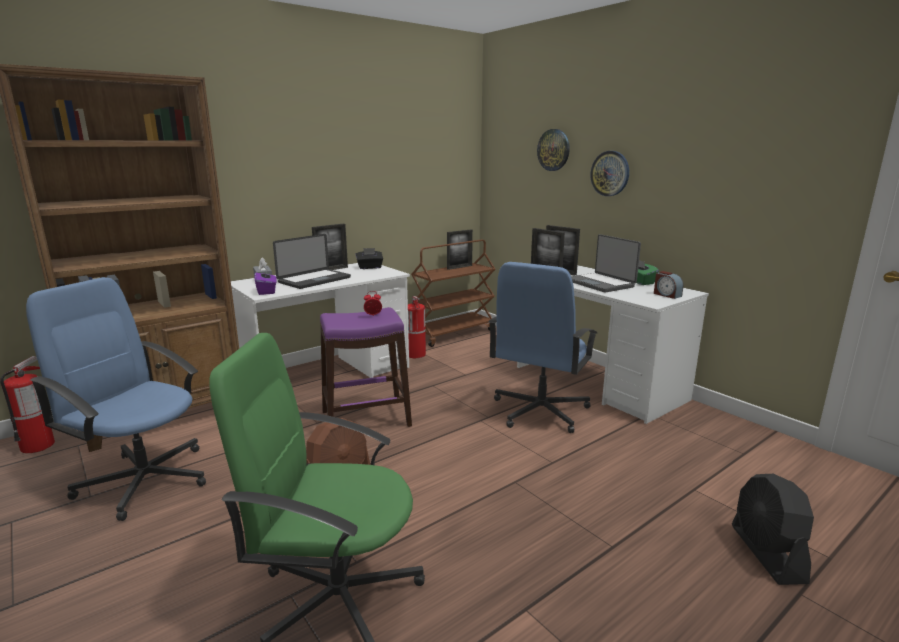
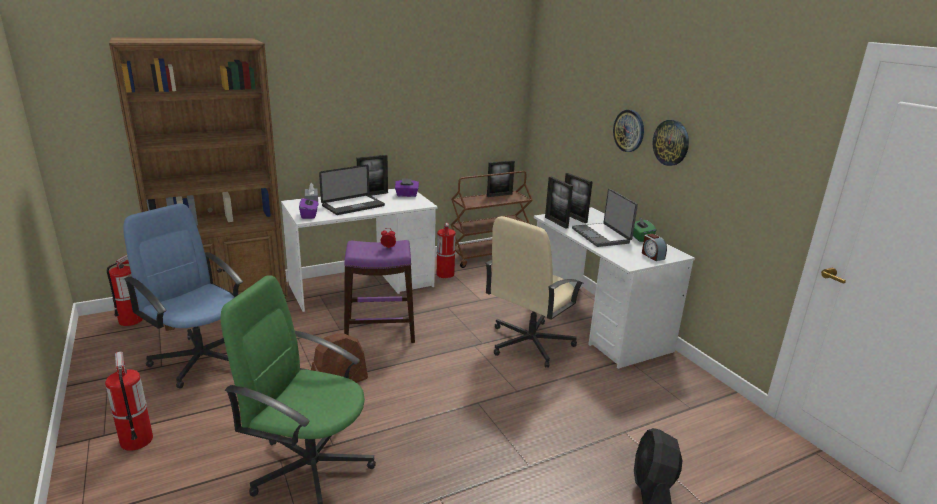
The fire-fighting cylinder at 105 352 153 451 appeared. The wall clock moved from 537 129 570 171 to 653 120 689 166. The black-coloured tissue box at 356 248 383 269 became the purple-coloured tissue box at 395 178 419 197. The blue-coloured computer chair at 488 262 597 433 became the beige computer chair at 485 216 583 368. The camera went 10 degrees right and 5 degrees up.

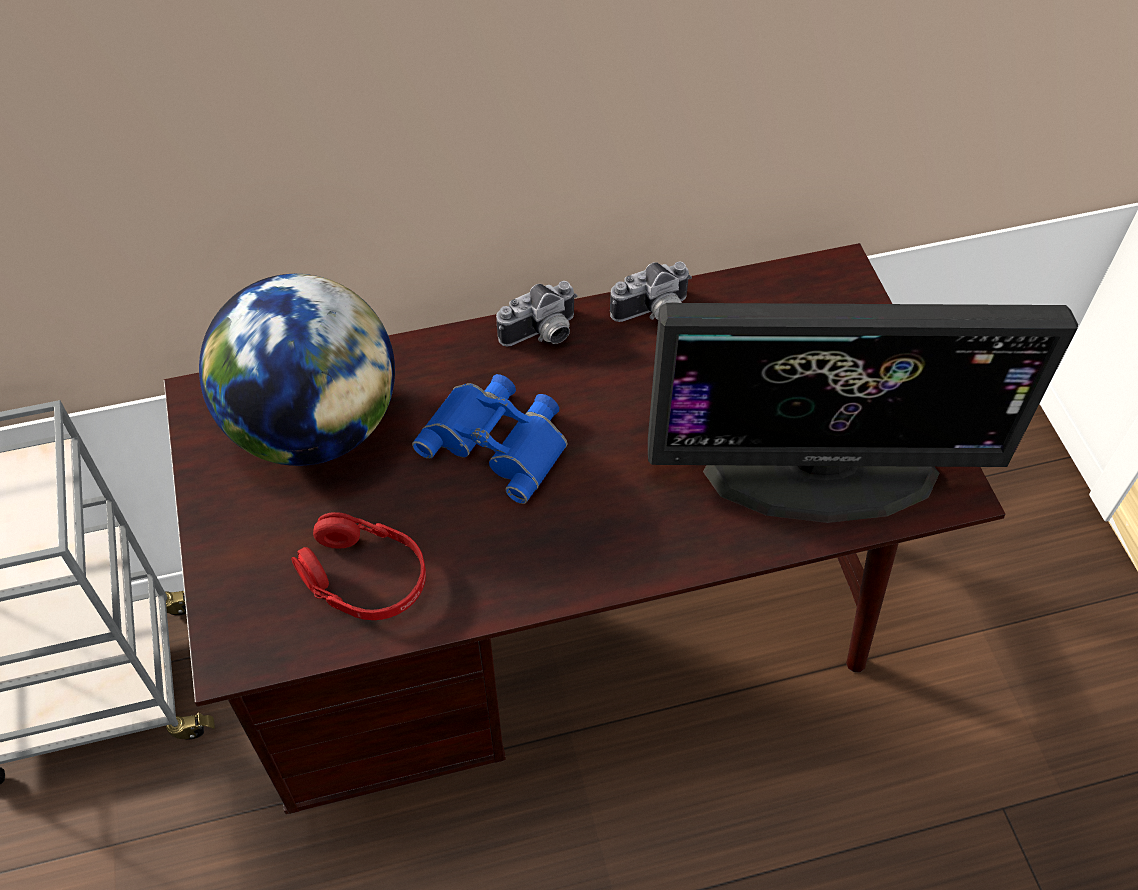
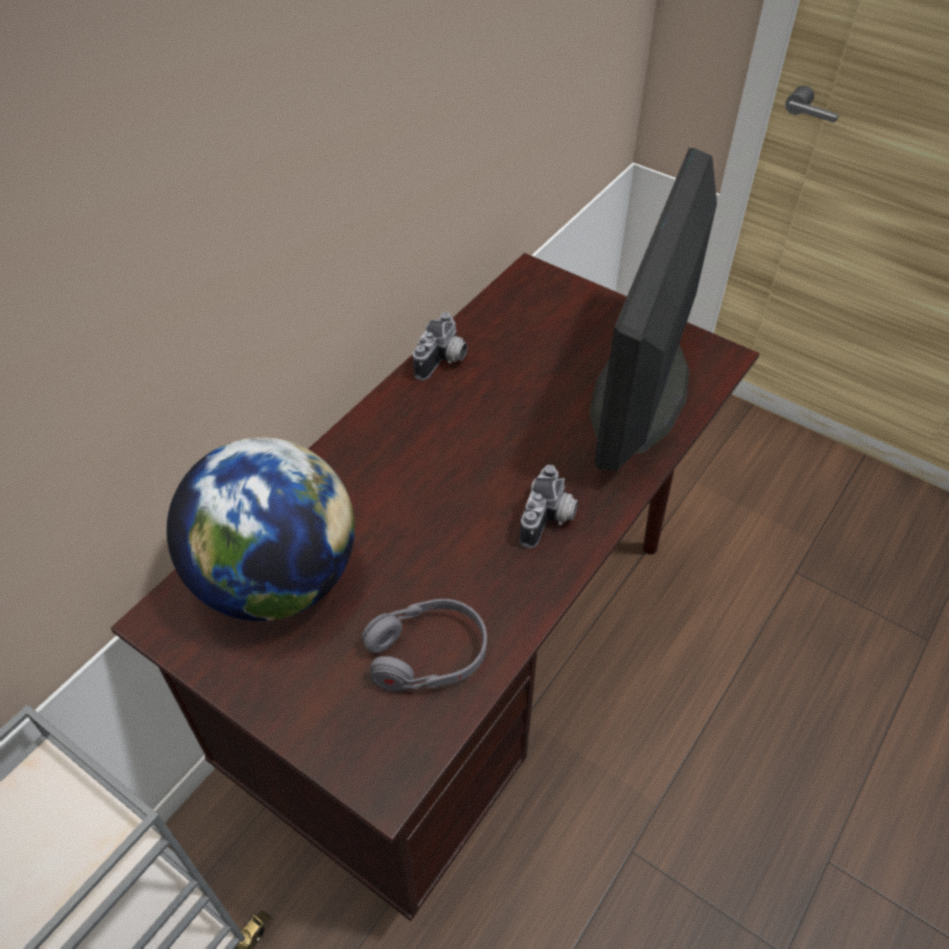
The blue-coloured field glasses at 412 374 567 504 disappeared. The still camera moved from 496 281 578 347 to 520 465 578 548. The red headset at 291 512 426 620 became the grey headset at 362 599 487 692. The computer screen at 648 303 1078 523 turned 150 degrees clockwise. The camera went 40 degrees left and 5 degrees down.

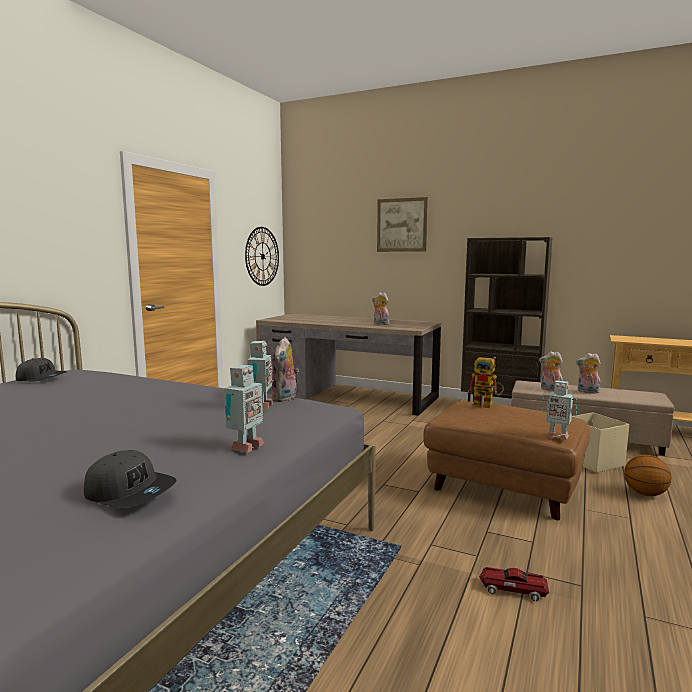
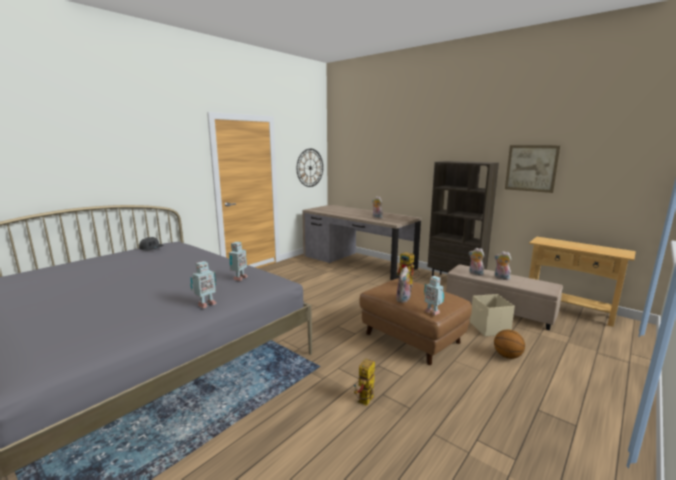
The grey baseball cap at 84 450 176 508 disappeared. The soft toy moved from 272 337 299 402 to 396 266 413 303. The wall picture moved from 377 197 428 252 to 505 145 561 193. The toy car at 479 567 549 601 was replaced by the model robot at 354 358 375 406. The camera went 15 degrees right and 5 degrees up.

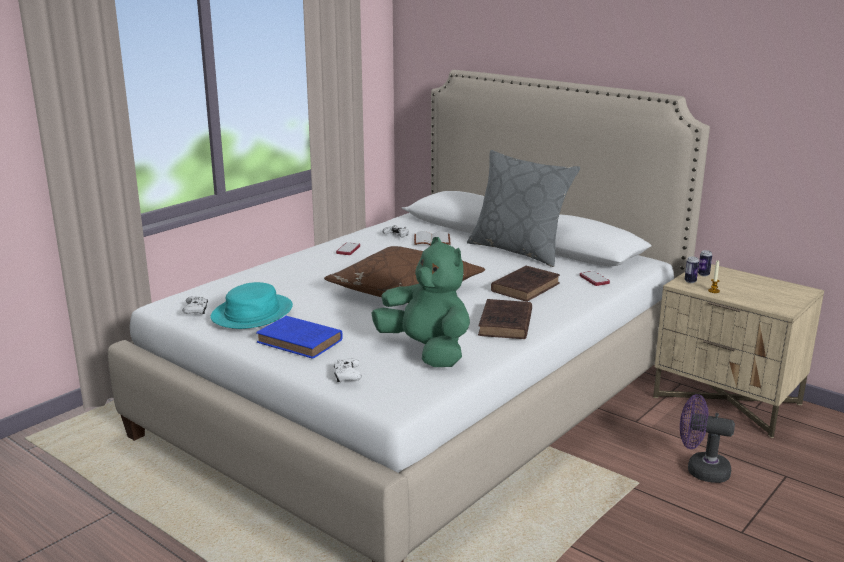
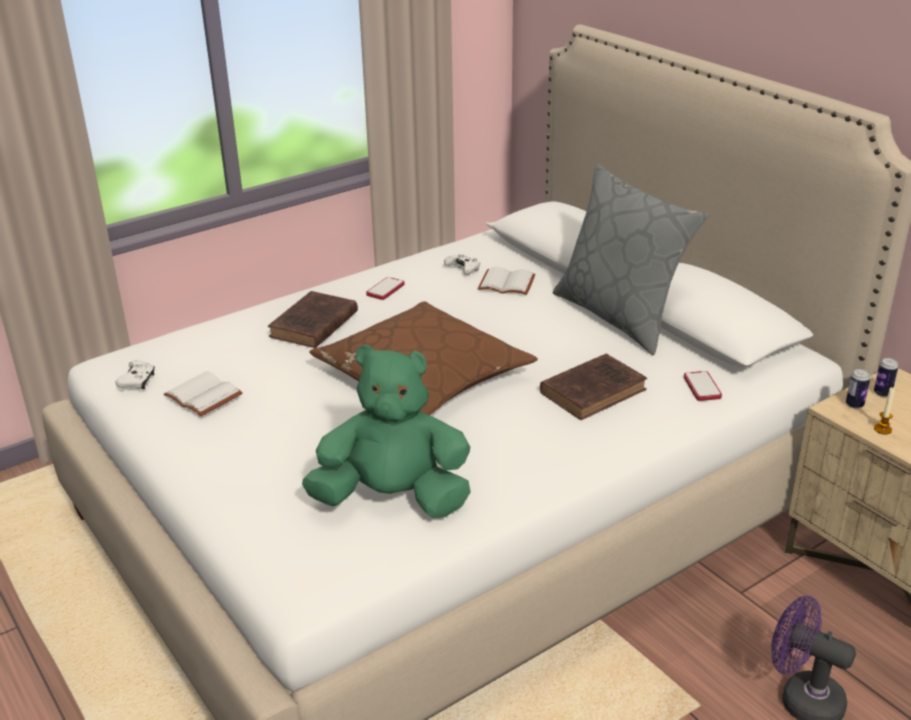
The blue-coloured bound book at 256 316 343 359 disappeared. The white-coloured joypad at 334 358 362 382 disappeared. The brown bound book moved from 478 299 532 339 to 268 291 358 348. The turquoise-coloured clothing hat at 210 282 293 329 was replaced by the white-coloured bound book at 163 371 243 416. The greenish soft toy at 372 237 470 367 turned 60 degrees counterclockwise. The camera went 15 degrees right and 10 degrees up.

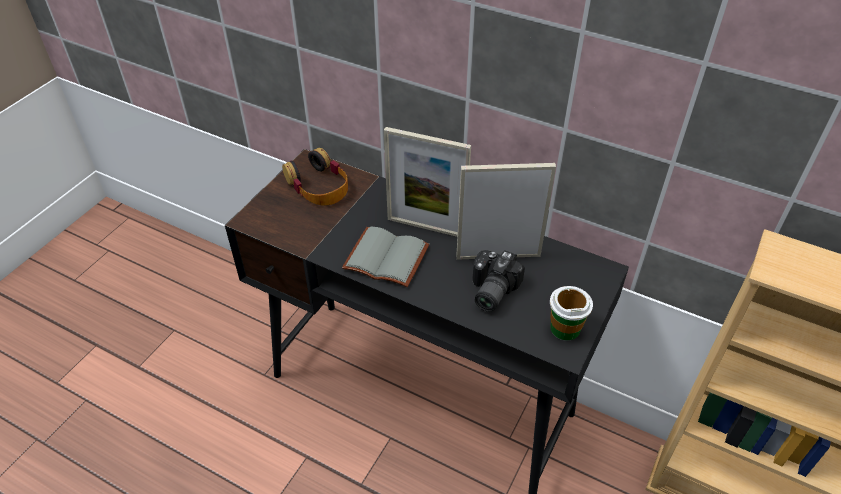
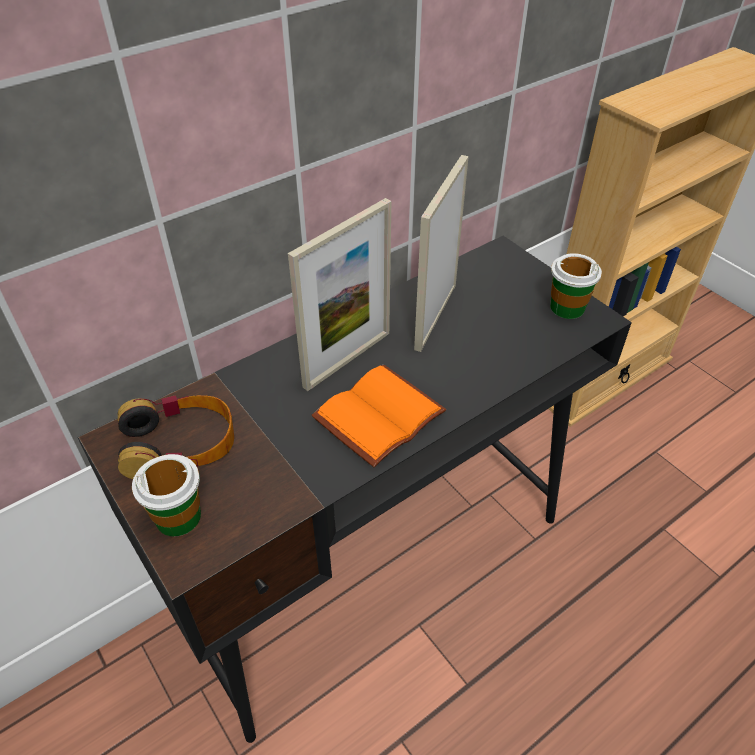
The still camera at 472 250 525 312 disappeared. The drinking cup at 132 454 201 536 appeared. The grey bound book at 342 226 429 287 became the orange bound book at 312 364 446 467. The camera went 65 degrees left and 0 degrees up.

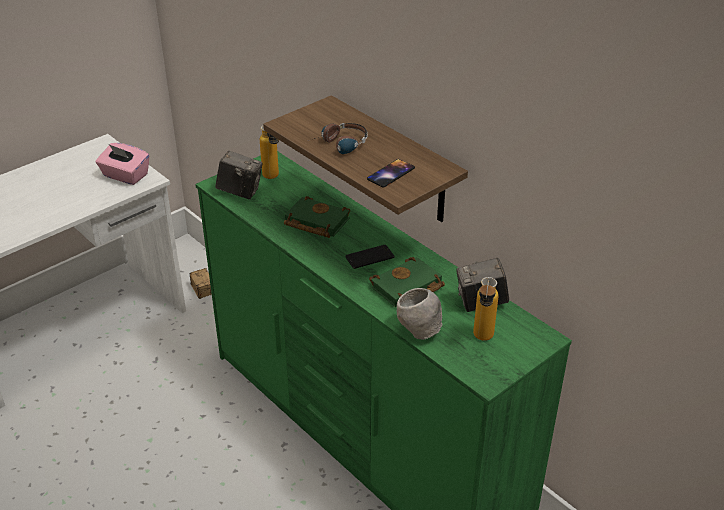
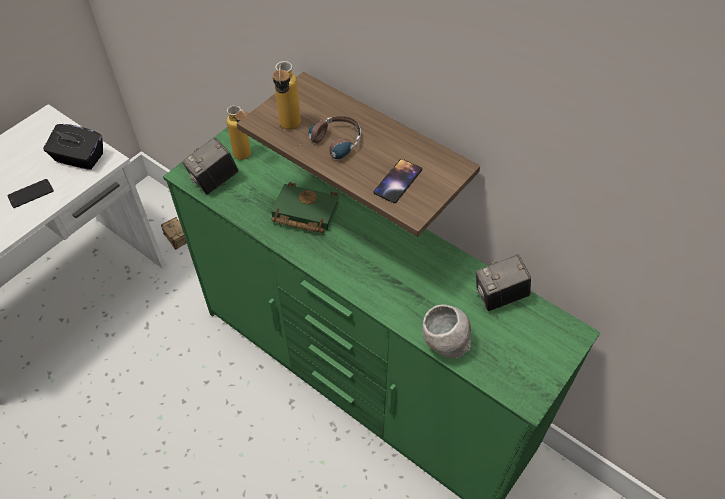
The greenish bound book at 369 257 445 307 disappeared. The phone moved from 345 245 395 269 to 8 179 54 208. The bottle moved from 473 277 499 341 to 273 61 301 130. The pinkish tissue box at 96 143 149 185 became the black-coloured tissue box at 43 124 103 170. The still camera at 215 151 262 199 turned 135 degrees clockwise. The camera went 10 degrees left and 15 degrees up.

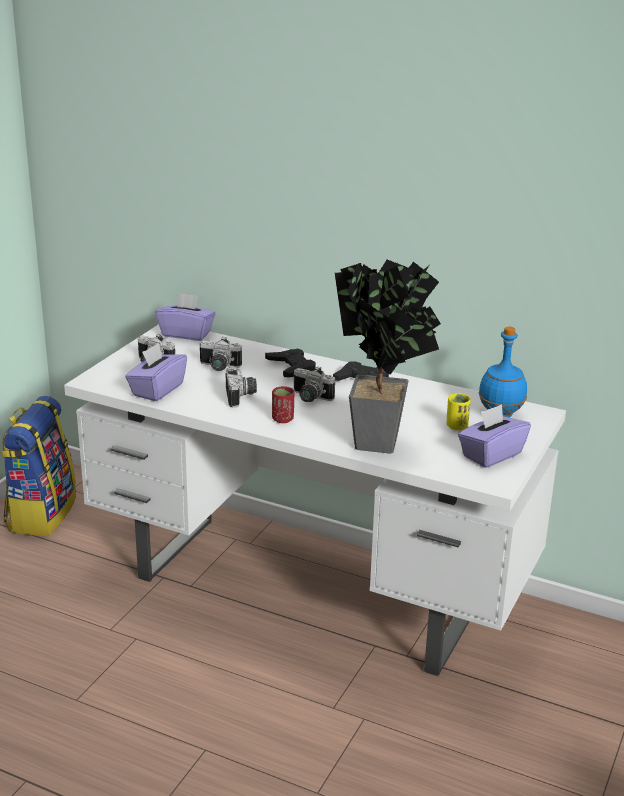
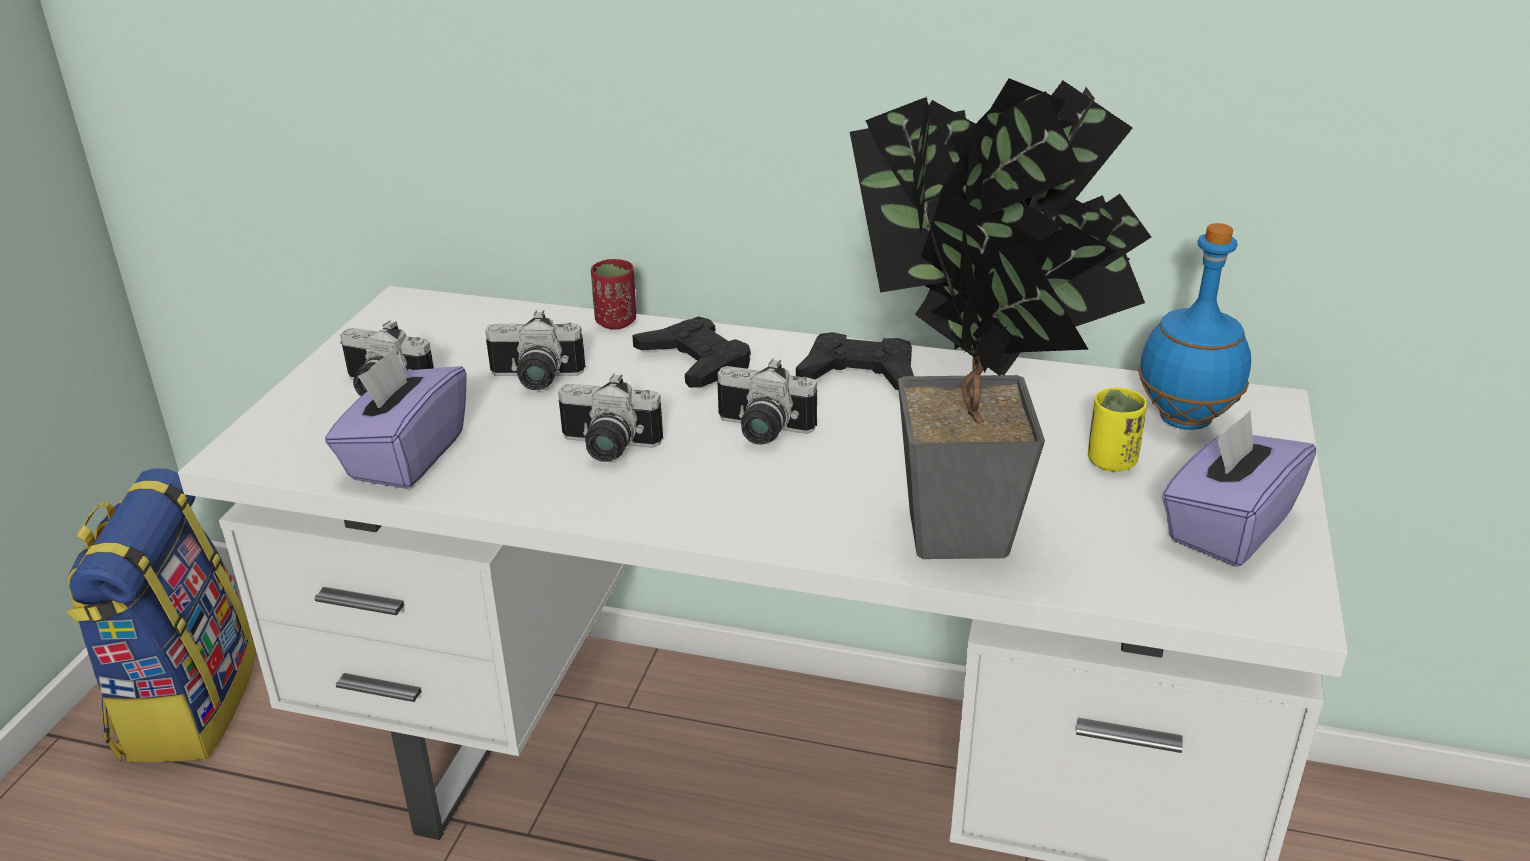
The purple-coloured tissue box at 155 293 216 341 disappeared. The red drinking cup moved from 272 386 294 423 to 591 259 636 329. The still camera at 226 366 257 407 turned 120 degrees clockwise. The camera went 10 degrees left and 5 degrees up.

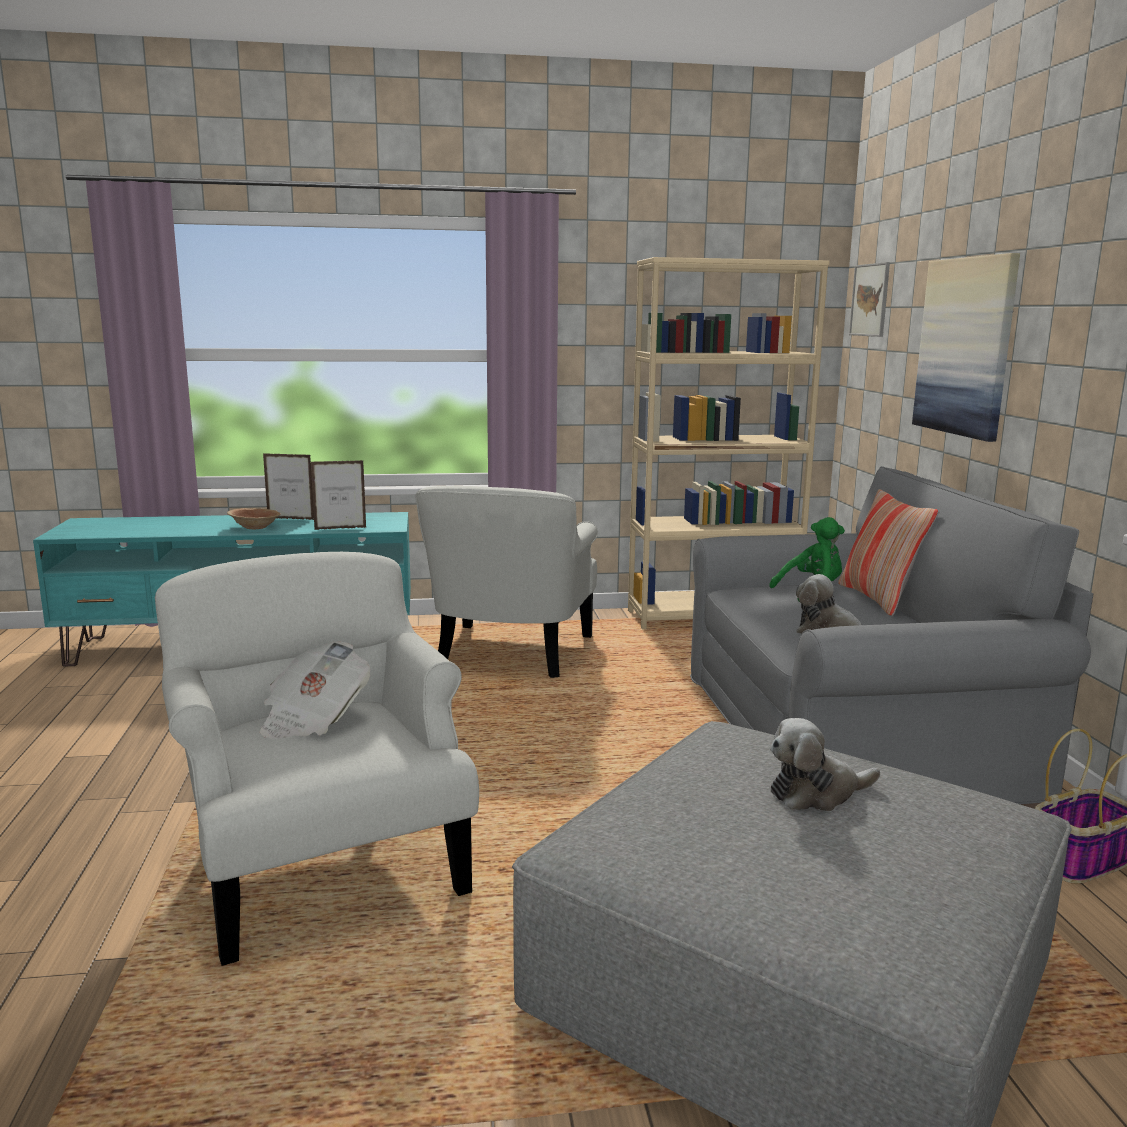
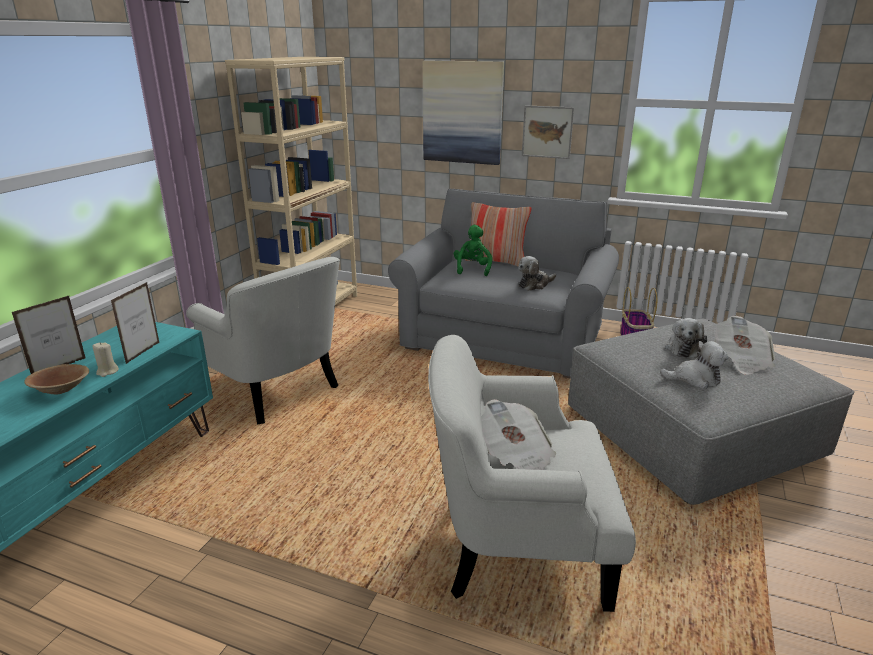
The beige wax light at 93 342 119 377 appeared. The soft toy at 660 341 728 389 appeared. The daily paper at 714 316 775 375 appeared. The wall picture moved from 849 262 890 337 to 522 105 574 159. The camera went 60 degrees left and 10 degrees up.

